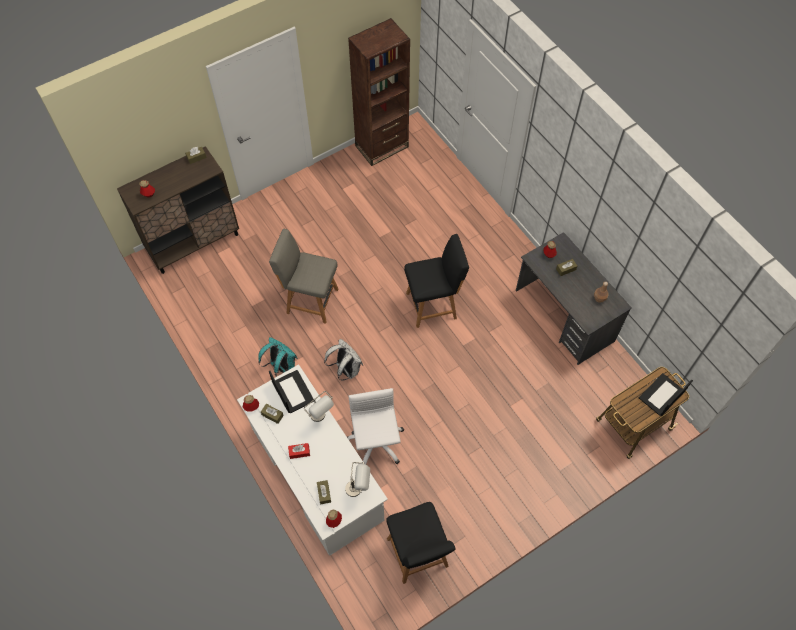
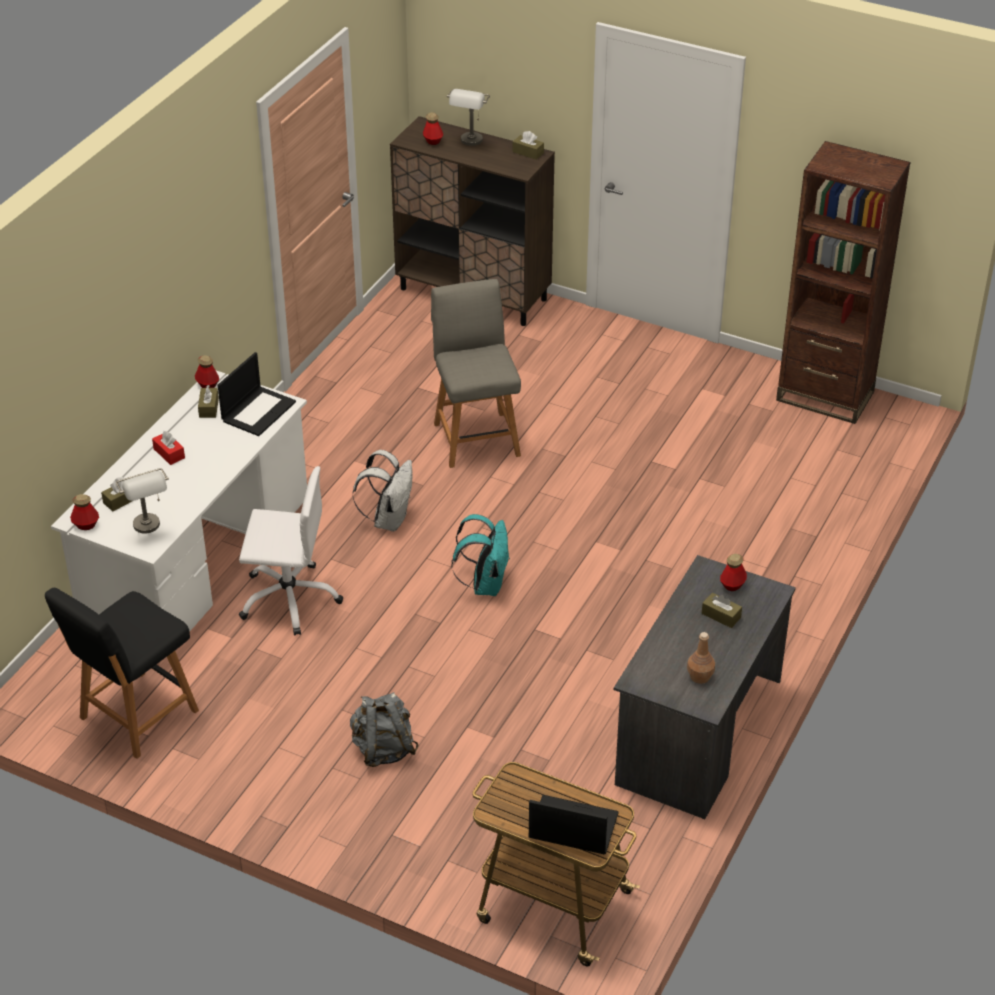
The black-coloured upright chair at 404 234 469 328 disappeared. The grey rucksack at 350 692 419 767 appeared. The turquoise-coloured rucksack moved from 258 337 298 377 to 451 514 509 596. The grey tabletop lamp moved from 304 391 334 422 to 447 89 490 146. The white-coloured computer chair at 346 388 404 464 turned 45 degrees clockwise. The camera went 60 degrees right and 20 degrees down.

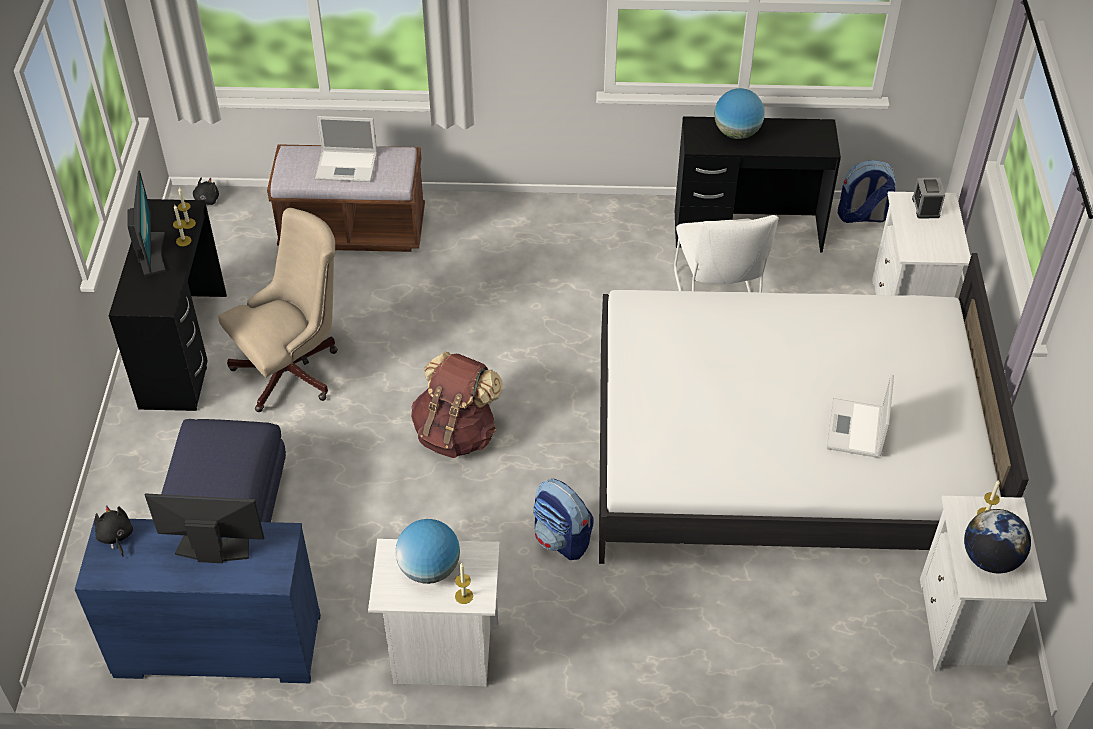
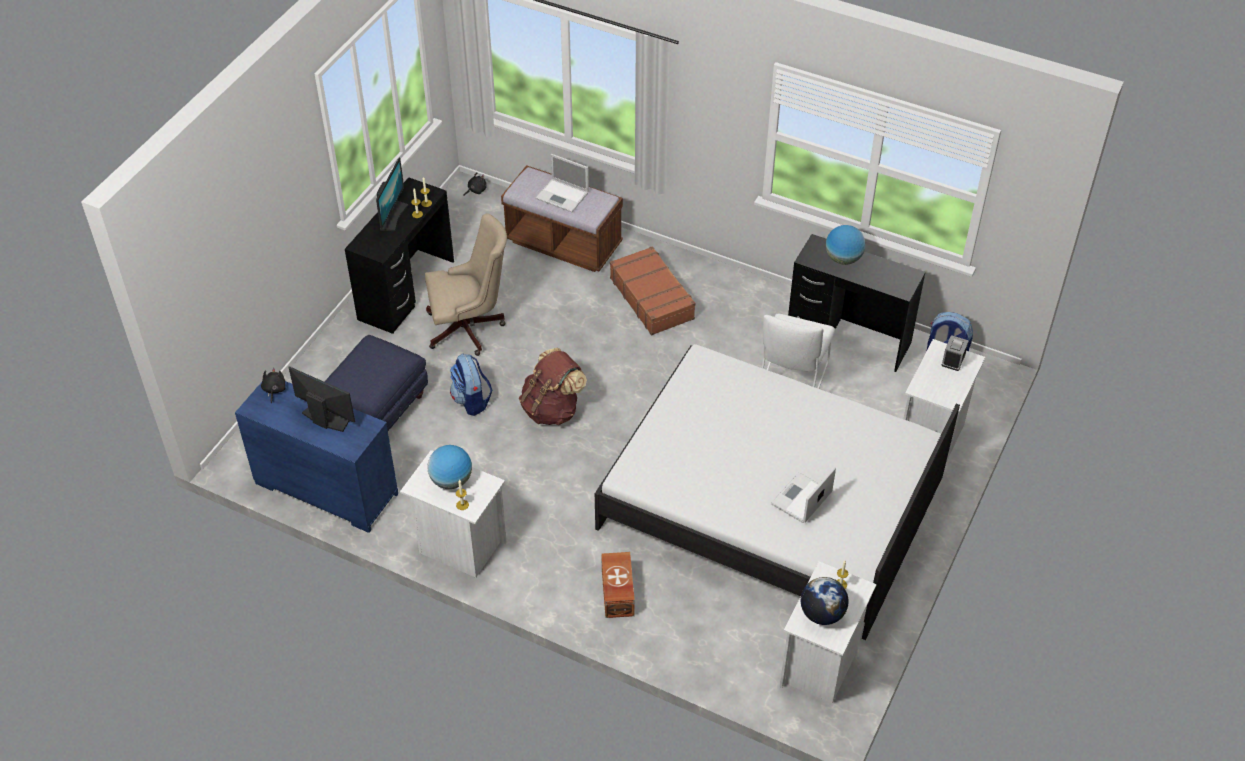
The brown storage bin at 601 552 635 618 appeared. The brown piece of luggage at 610 246 696 335 appeared. The rucksack moved from 533 478 594 560 to 450 354 492 416. The camera went 25 degrees right and 0 degrees up.

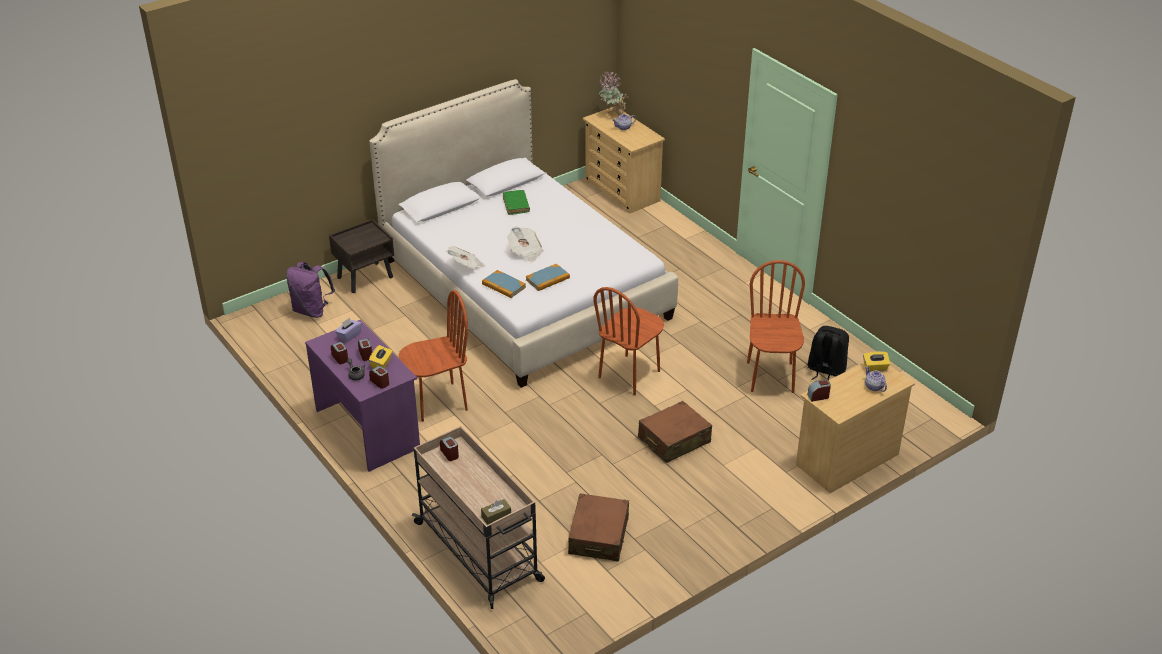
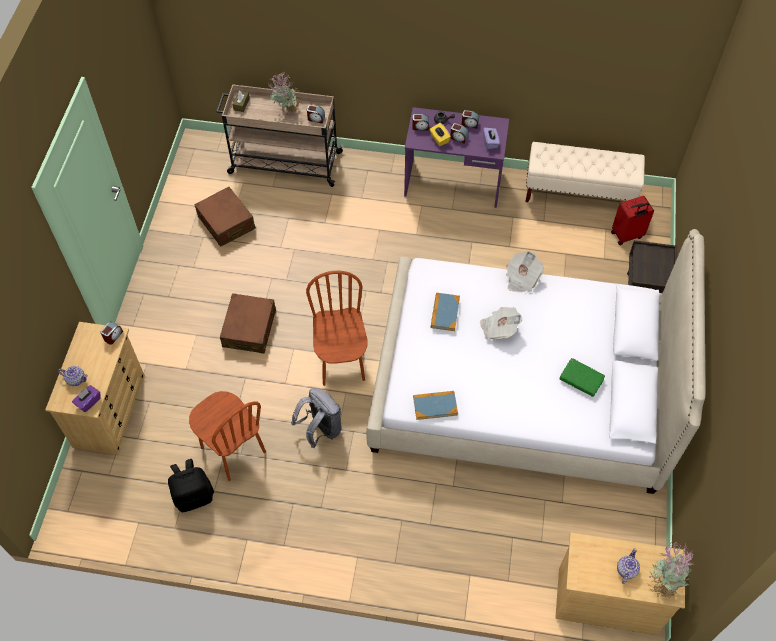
The brown upright chair at 398 290 468 422 disappeared. The plant in a pot at 268 72 301 116 appeared. The grey rucksack at 291 388 341 448 appeared. The beige indoor bench at 525 142 645 202 appeared. The bound book moved from 482 270 526 298 to 413 391 458 420. The purple-coloured rucksack at 286 262 335 318 was replaced by the red piece of luggage at 611 196 654 245. The yellow-coloured tissue box at 863 351 890 372 became the purple-coloured tissue box at 72 385 100 412. The camera went 135 degrees right and 20 degrees up.

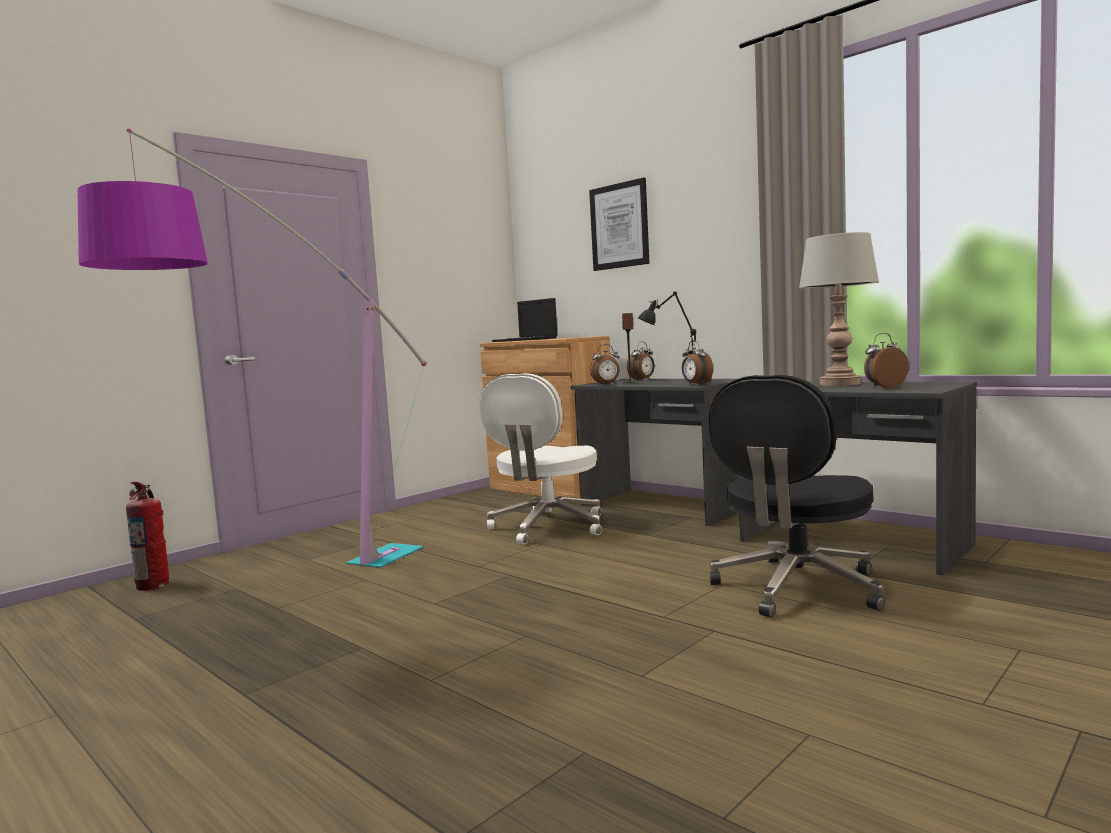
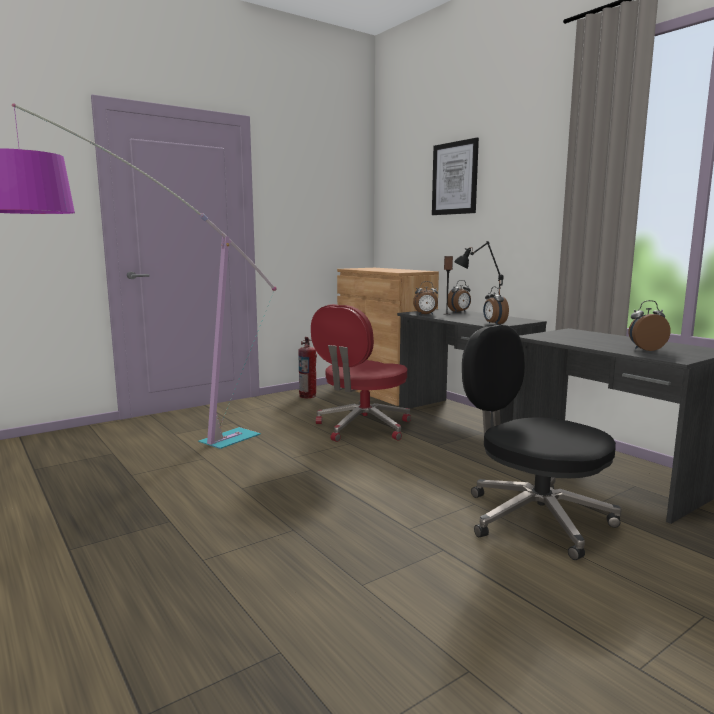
The notebook computer at 492 298 558 342 disappeared. The grey tabletop lamp at 799 232 879 386 disappeared. The fire-fighting cylinder moved from 126 482 169 591 to 298 337 317 398. The white-coloured computer chair at 479 373 602 544 became the red computer chair at 311 304 411 442. The black-coloured computer chair at 709 375 885 618 turned 90 degrees clockwise. The camera went 10 degrees right and 5 degrees up.

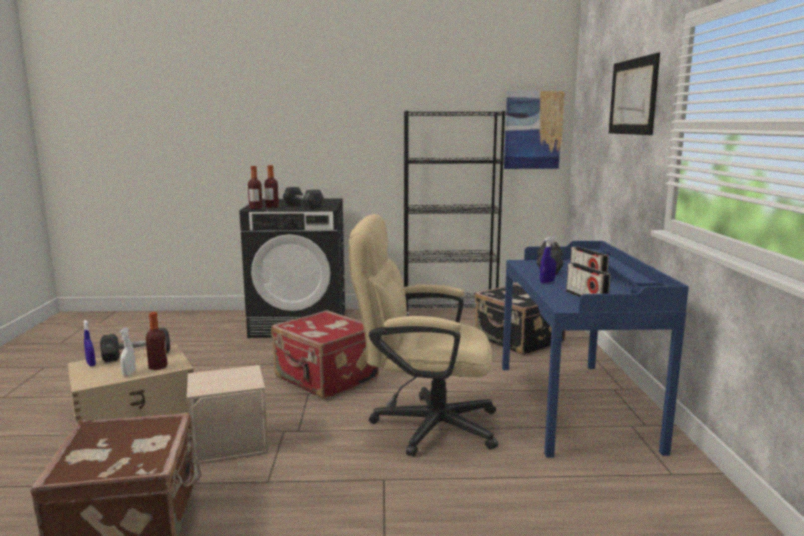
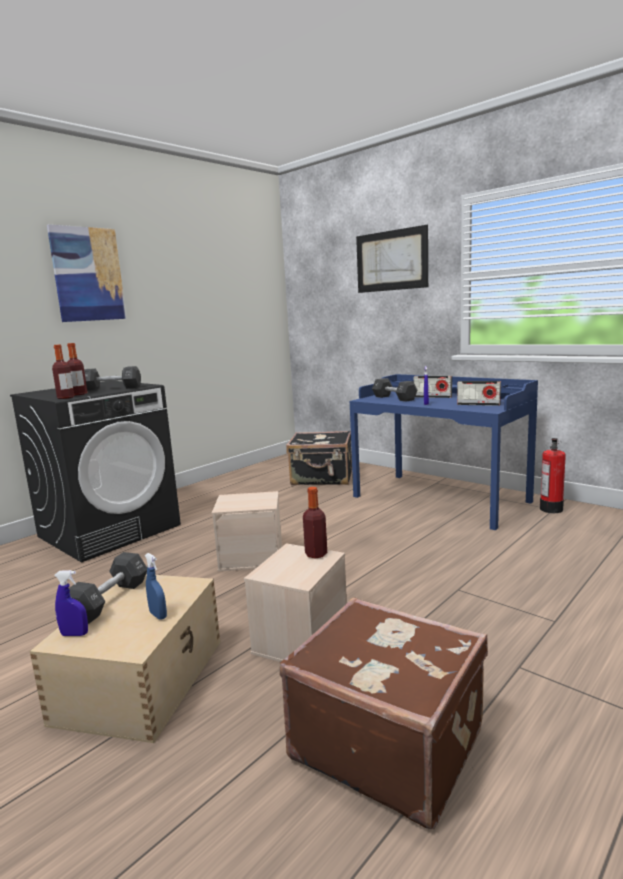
The beige computer chair at 349 214 498 457 disappeared. The black-coloured bookshelf at 404 111 505 315 disappeared. The fire-fighting cylinder at 540 438 566 513 appeared. The bottle moved from 146 312 168 370 to 303 487 327 559. The wall picture moved from 504 91 565 169 to 47 224 127 322. The red piece of luggage at 271 310 379 400 was replaced by the beige storage bin at 212 491 282 571. The white-coloured sprayer at 119 327 136 376 became the blue-coloured sprayer at 145 553 167 620. The camera went 45 degrees left and 0 degrees up.

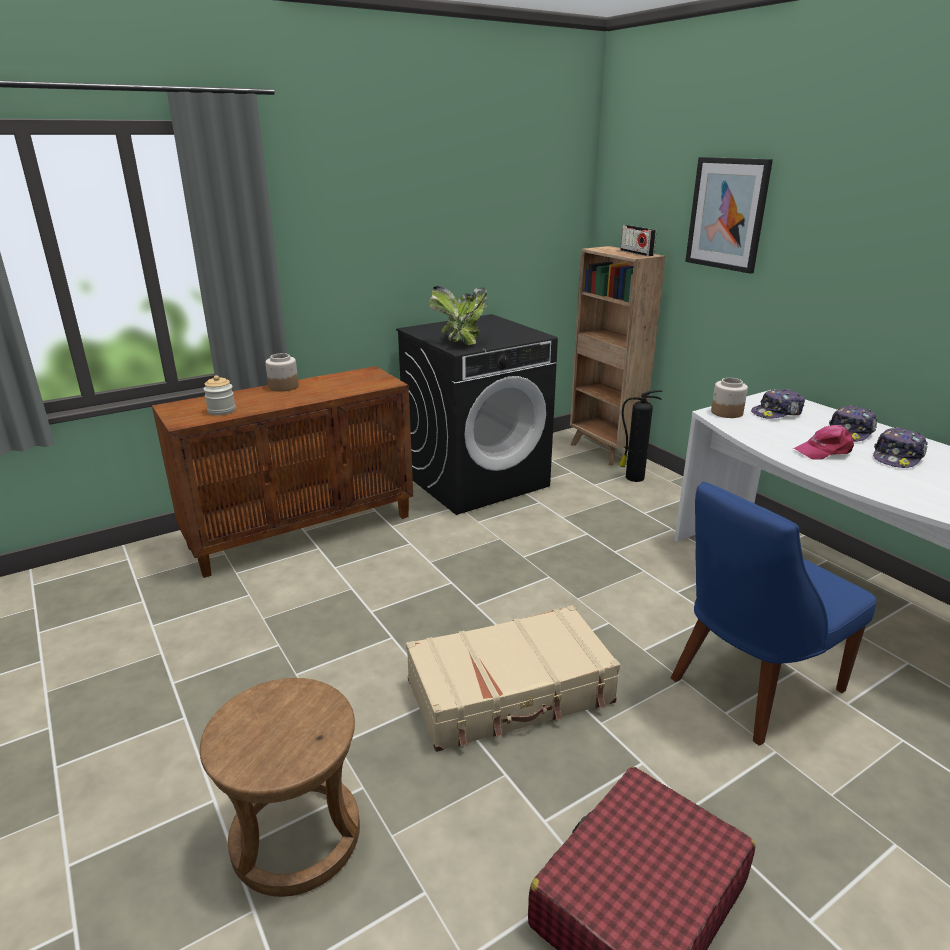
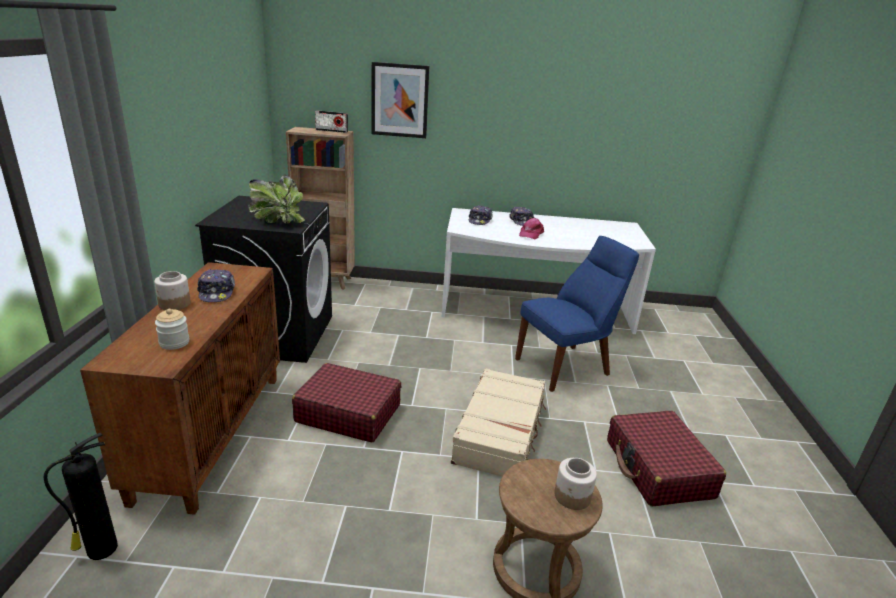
The red piece of luggage at 292 363 401 442 appeared. The fire-fighting cylinder moved from 619 390 662 482 to 44 433 118 560. The jar moved from 711 378 748 418 to 554 458 597 510. The baseball cap moved from 873 427 928 468 to 197 269 235 302. The blue-coloured upright chair at 671 482 877 746 turned 120 degrees counterclockwise. The camera went 55 degrees left and 0 degrees up.

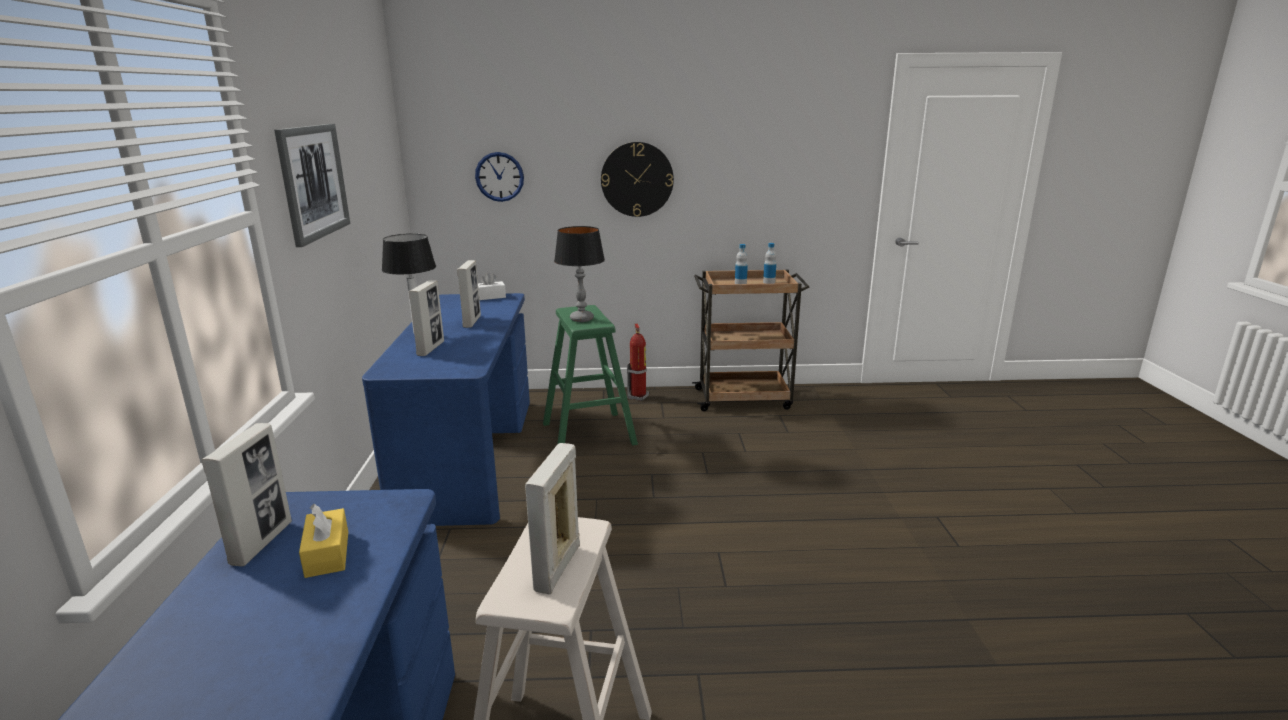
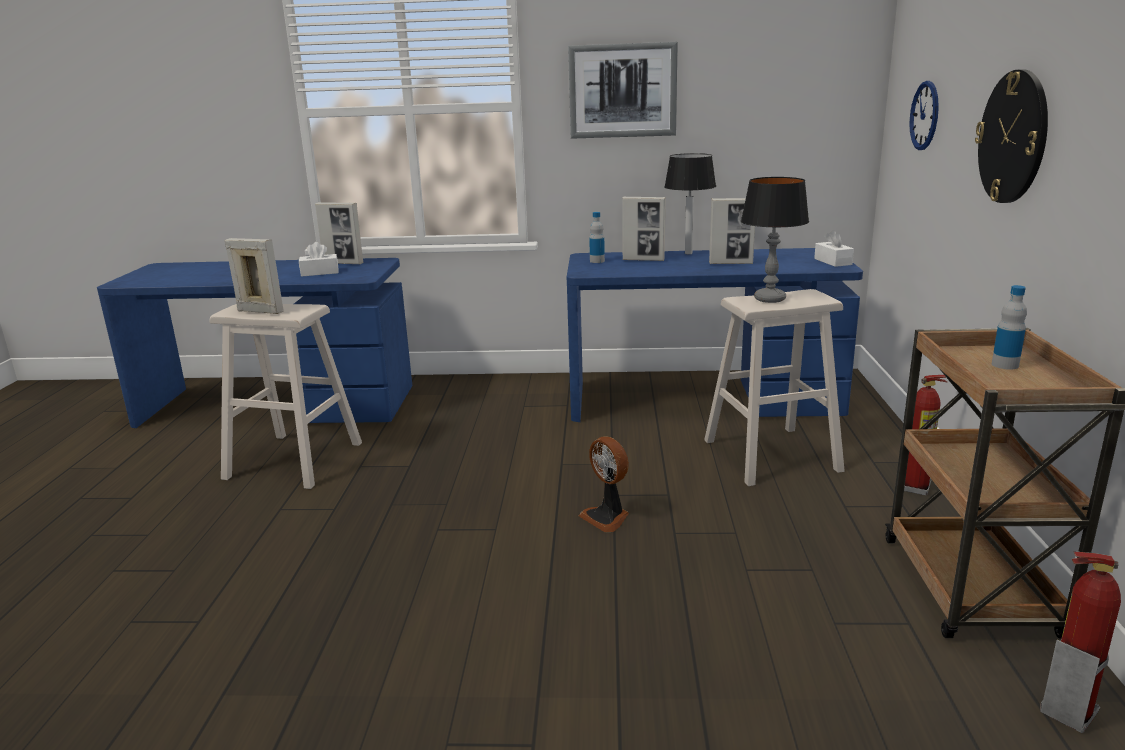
The electric fan at 579 436 629 533 appeared. The fire-fighting cylinder at 1040 551 1121 733 appeared. The bottle moved from 763 243 776 284 to 589 212 605 263. The yellow-coloured tissue box at 299 504 348 578 became the white-coloured tissue box at 299 242 339 277. The greenish stool at 543 305 638 445 became the beige stool at 704 289 845 486. The camera went 95 degrees right and 0 degrees up.

